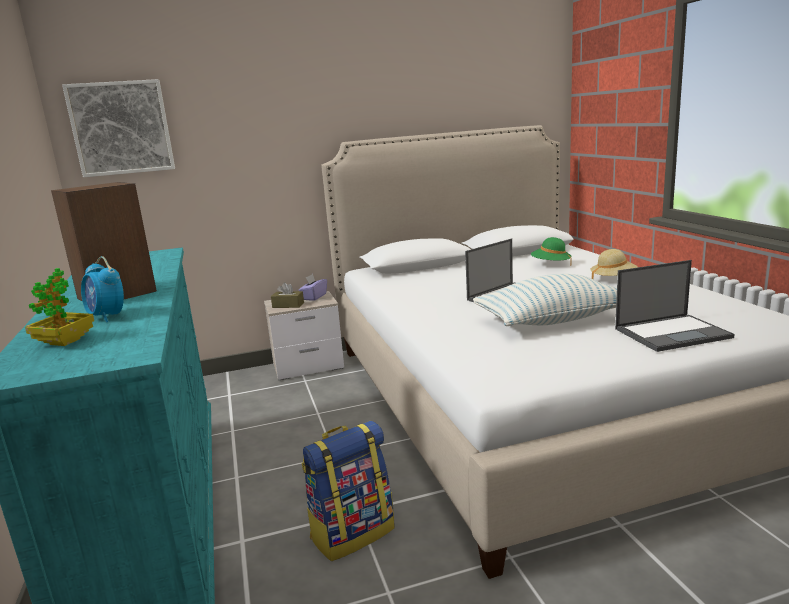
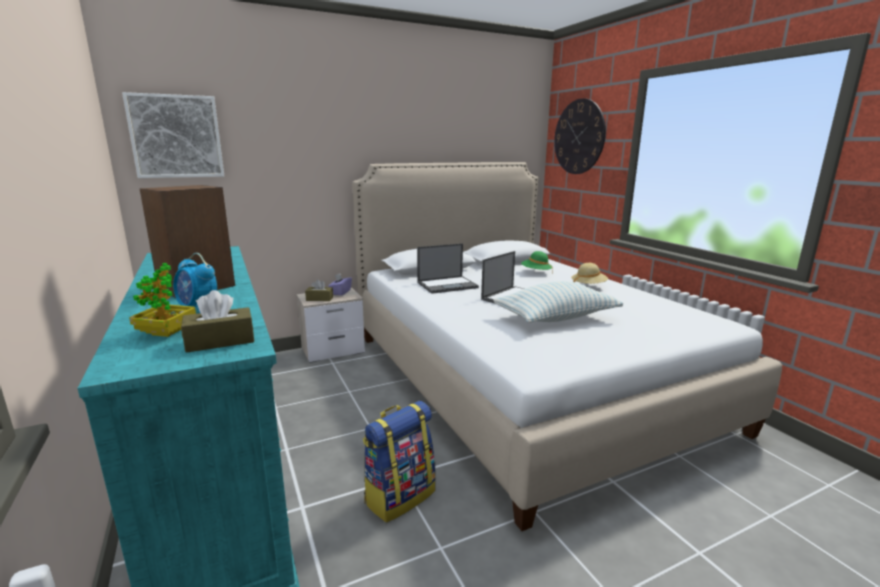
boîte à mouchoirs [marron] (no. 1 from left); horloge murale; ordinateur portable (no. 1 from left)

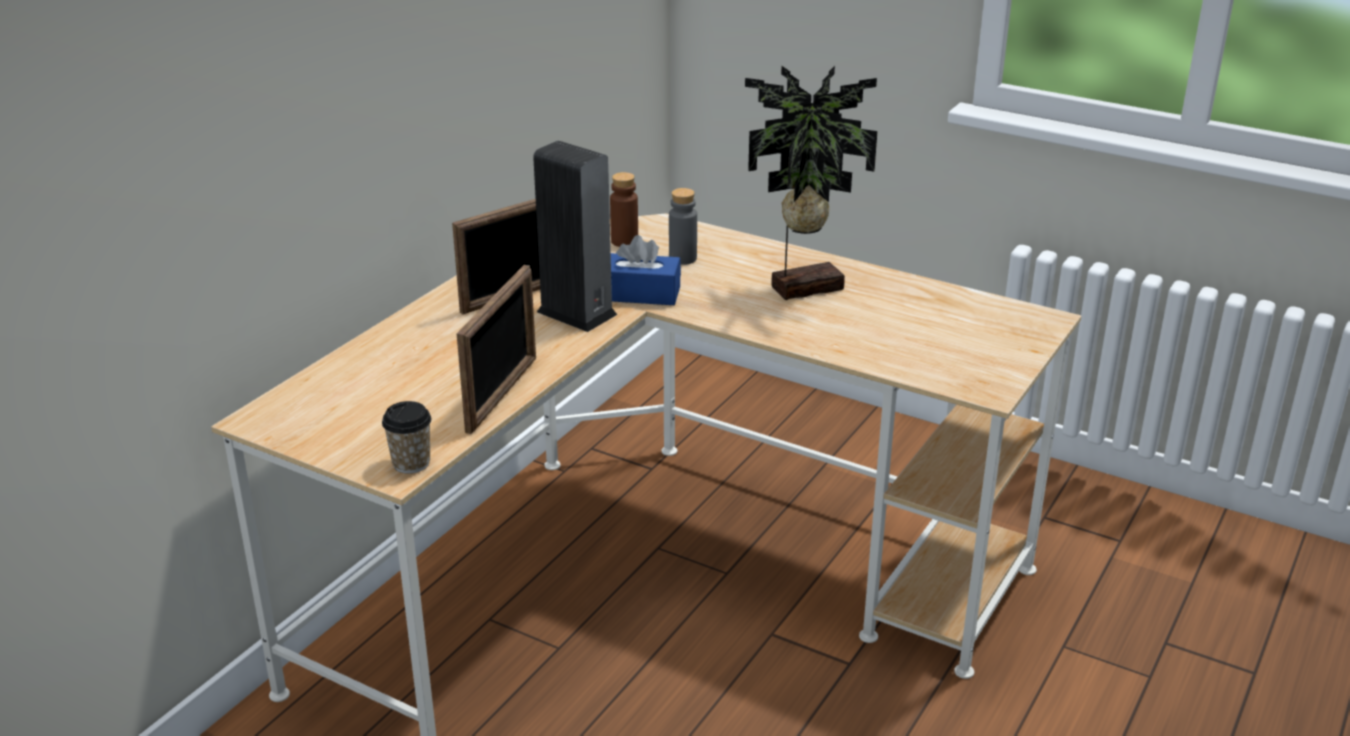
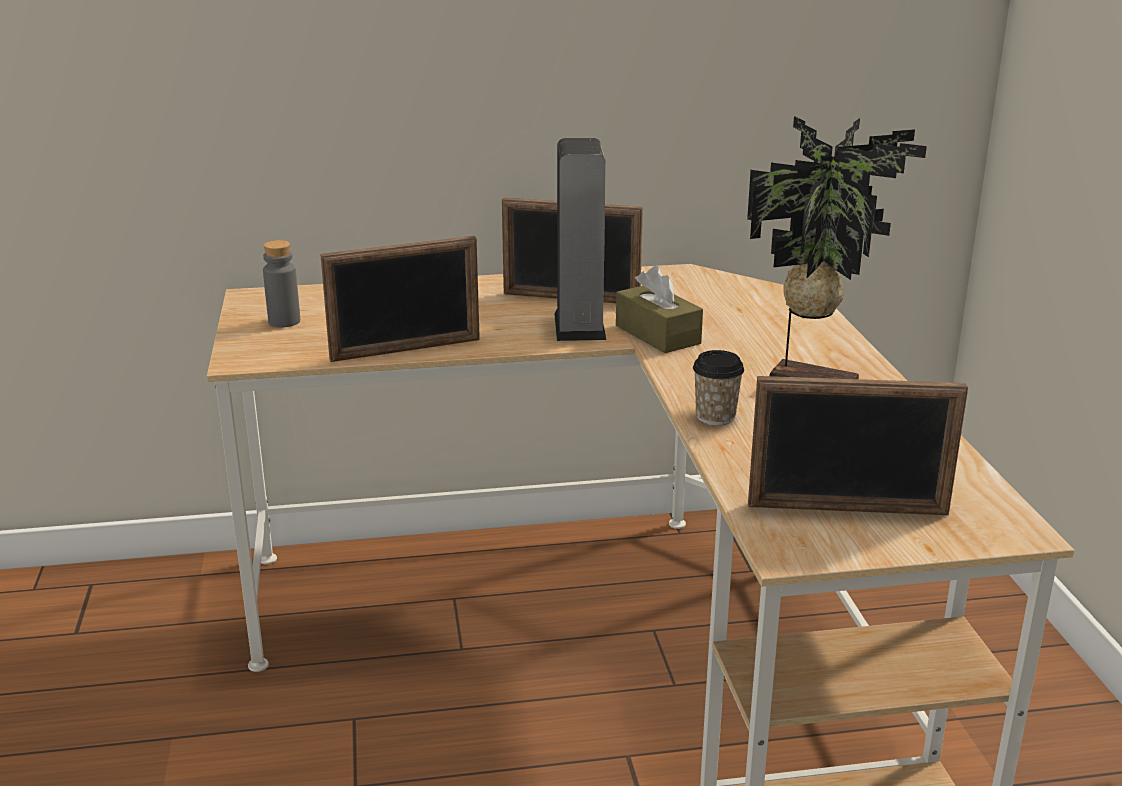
bouteille [marron]; cadre photo (no. 3 from left); tasse; bouteille [gris]; boîte à mouchoirs [marron]

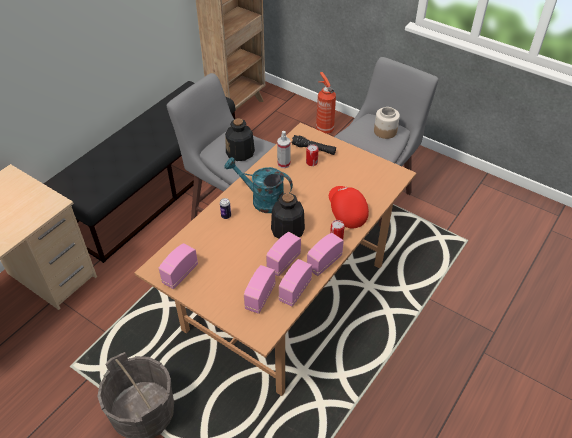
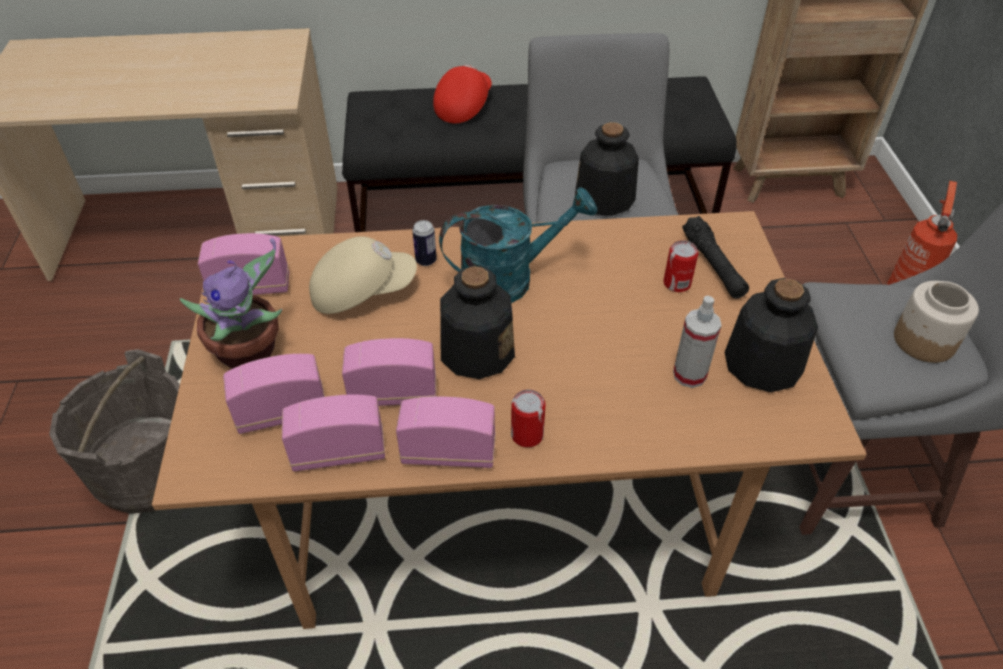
plante en pot; casquette [beige]; bouteille (no. 3 from left); vaporisateur; casquette [rouge]; arrosoir [turquoise]

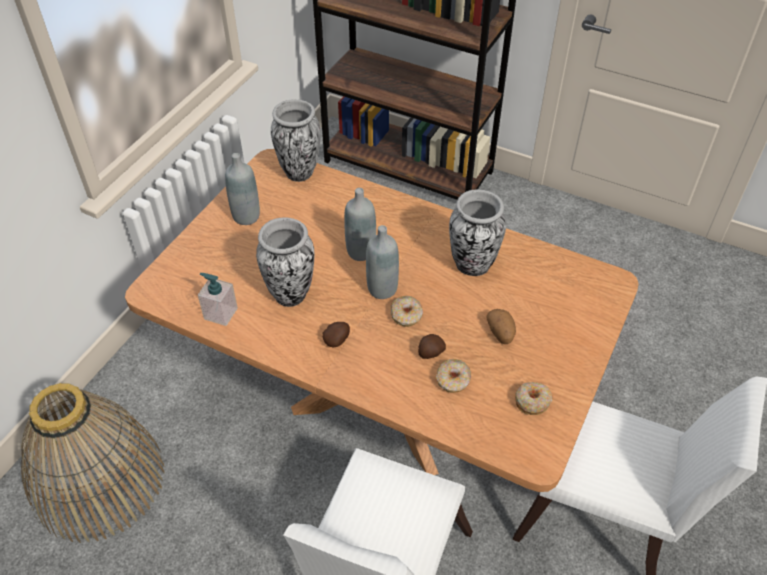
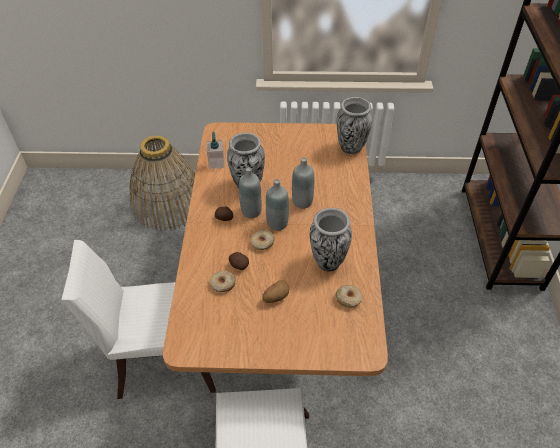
bouteille [gris] (no. 1 from left); beignet (no. 3 from left)

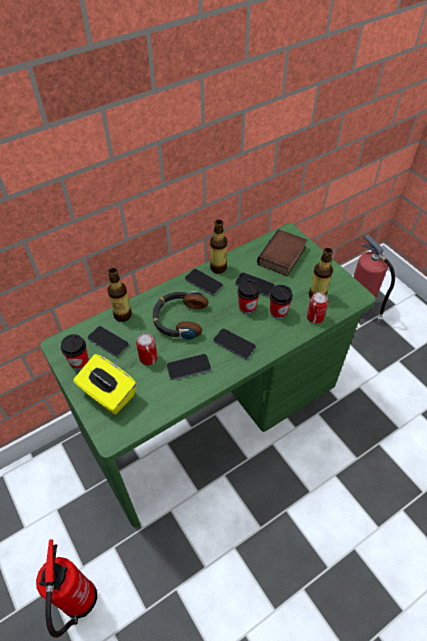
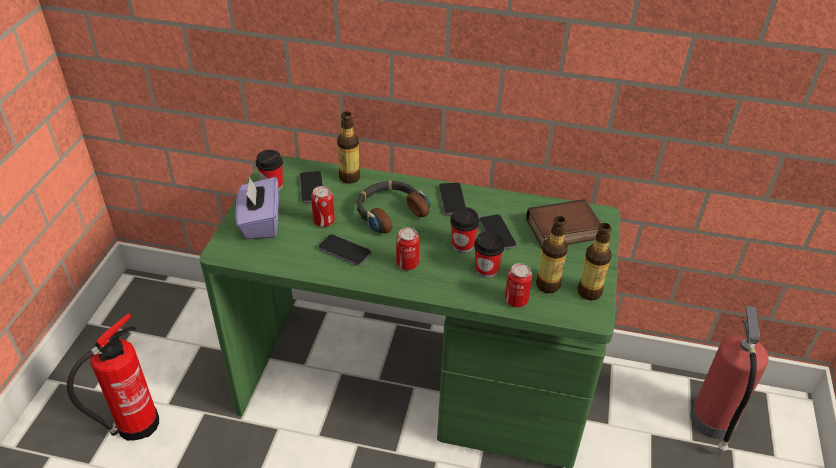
bouteille (no. 3 from left); boîte métallique (no. 2 from left); boîte à mouchoirs [violet]

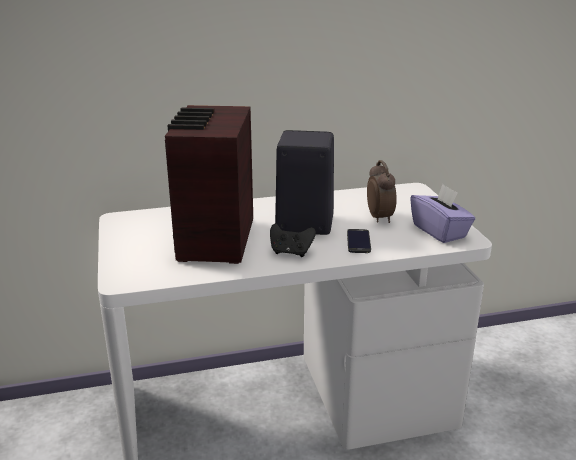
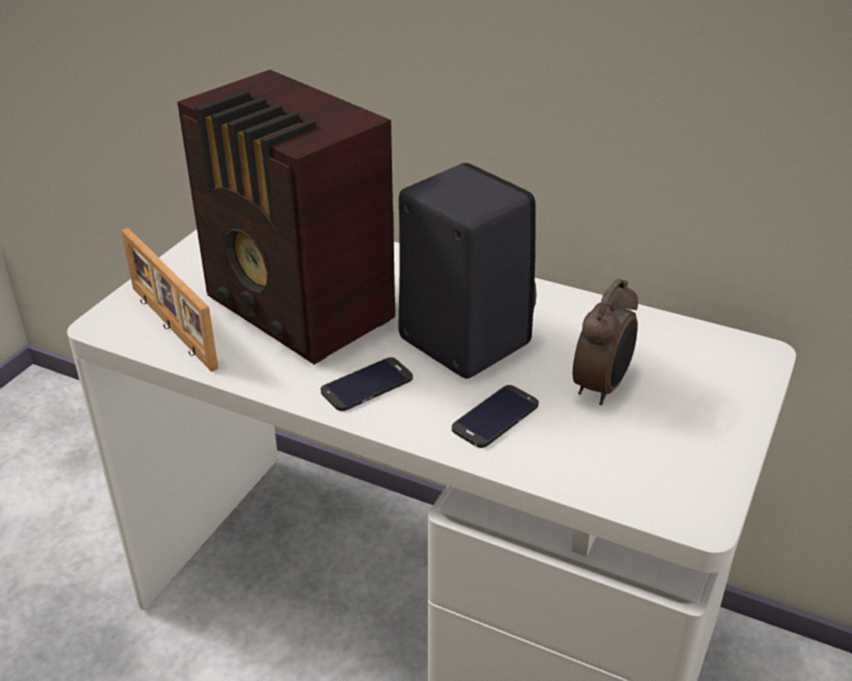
boîte à mouchoirs [violet]; cadre photo; téléphone (no. 1 from left); radio

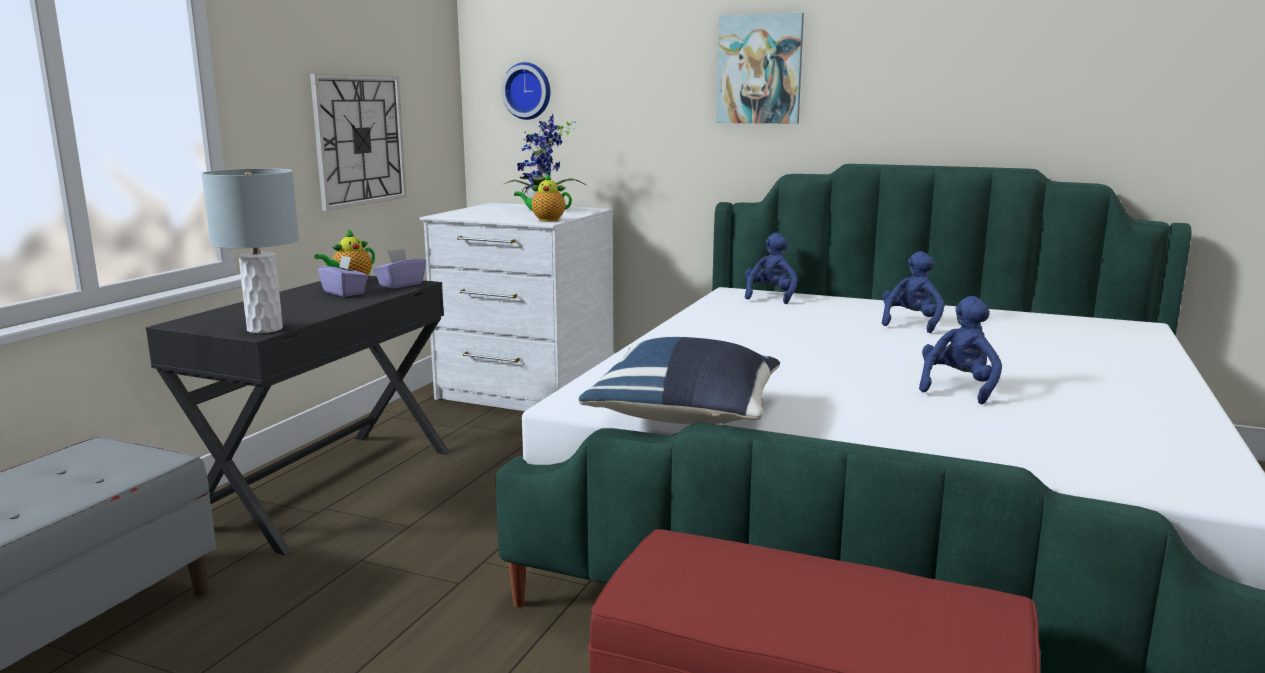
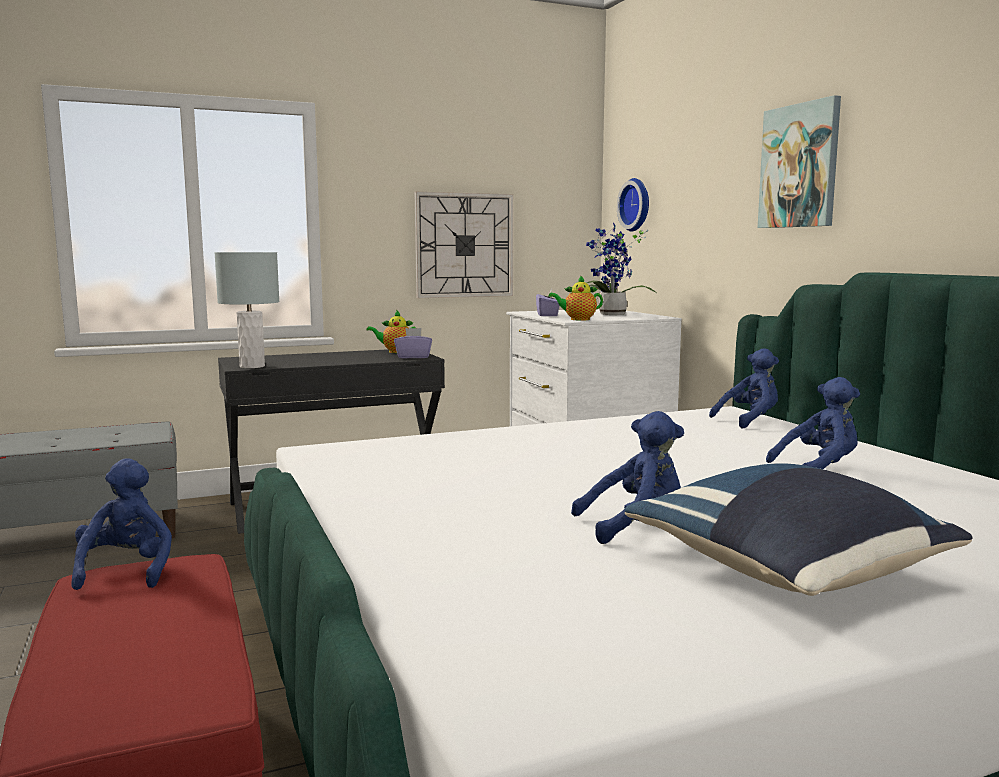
peluche [bleu] (no. 1 from left); boîte à mouchoirs [violet] (no. 2 from left); coussin [bleu]; théière (no. 2 from left)

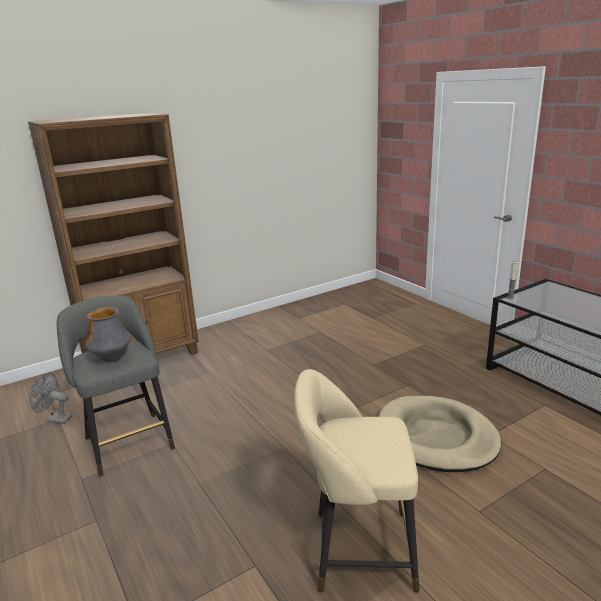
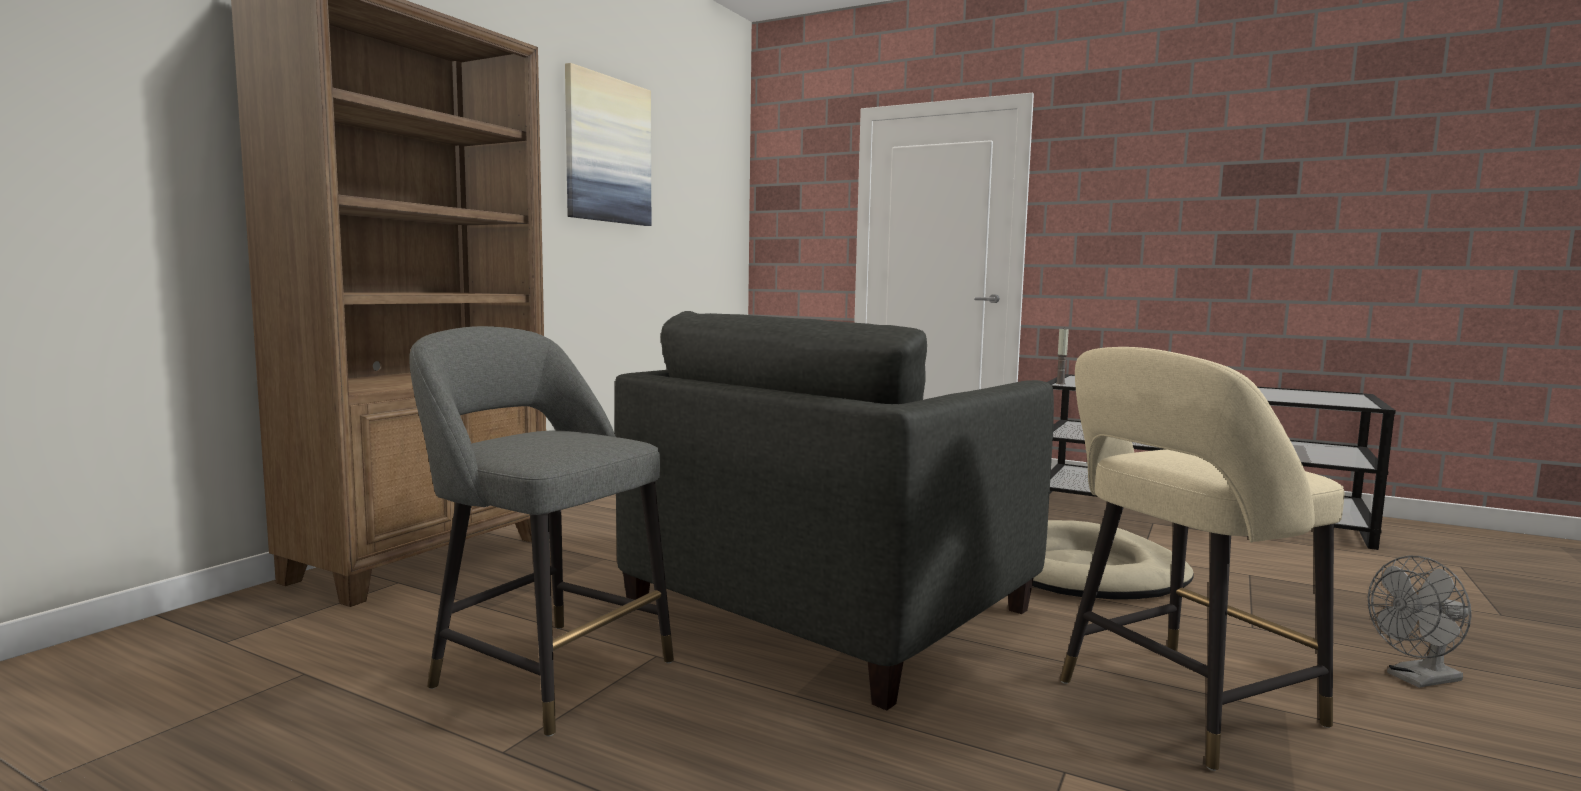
vase; tableau; fauteuil [gris]; ventilateur [gris]

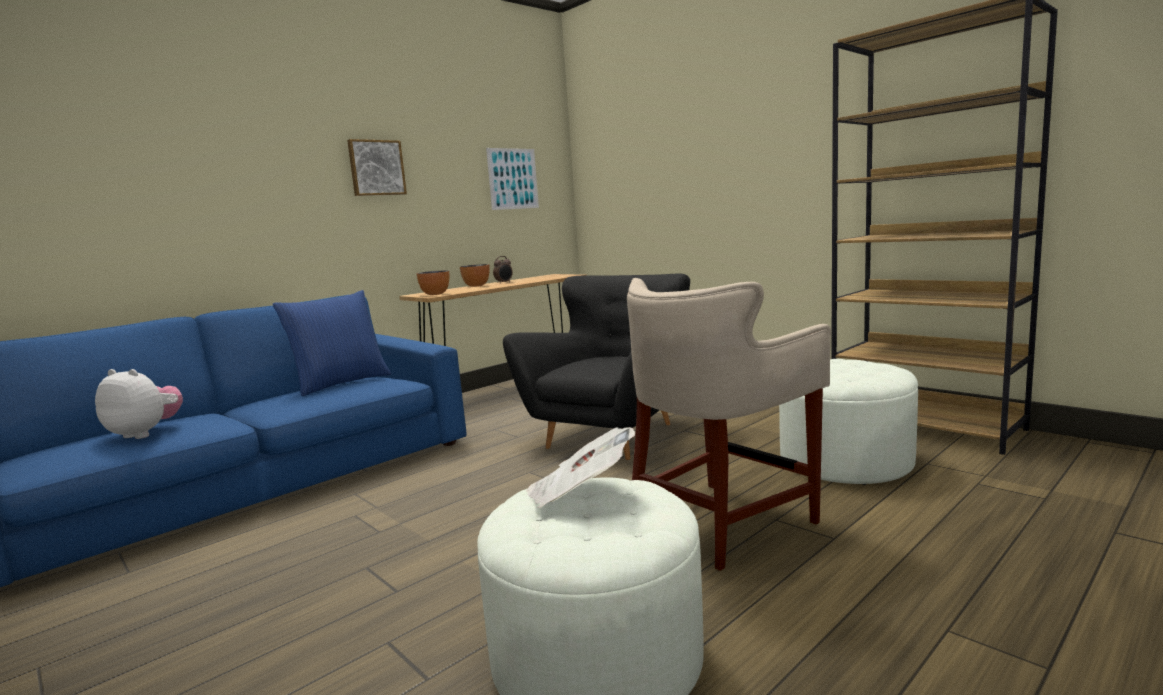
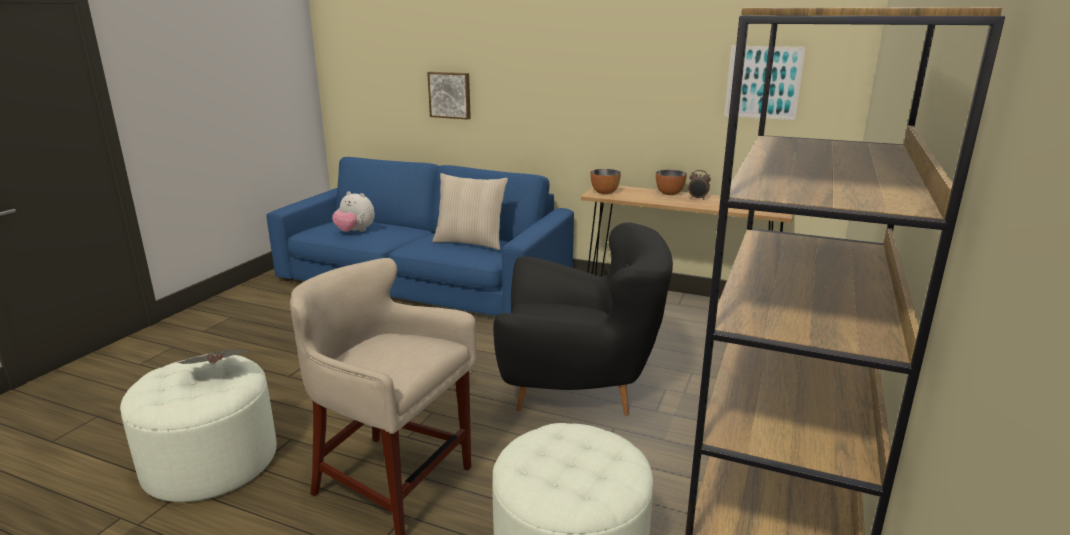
tableau (no. 1 from left); coussin [beige]; peluche

